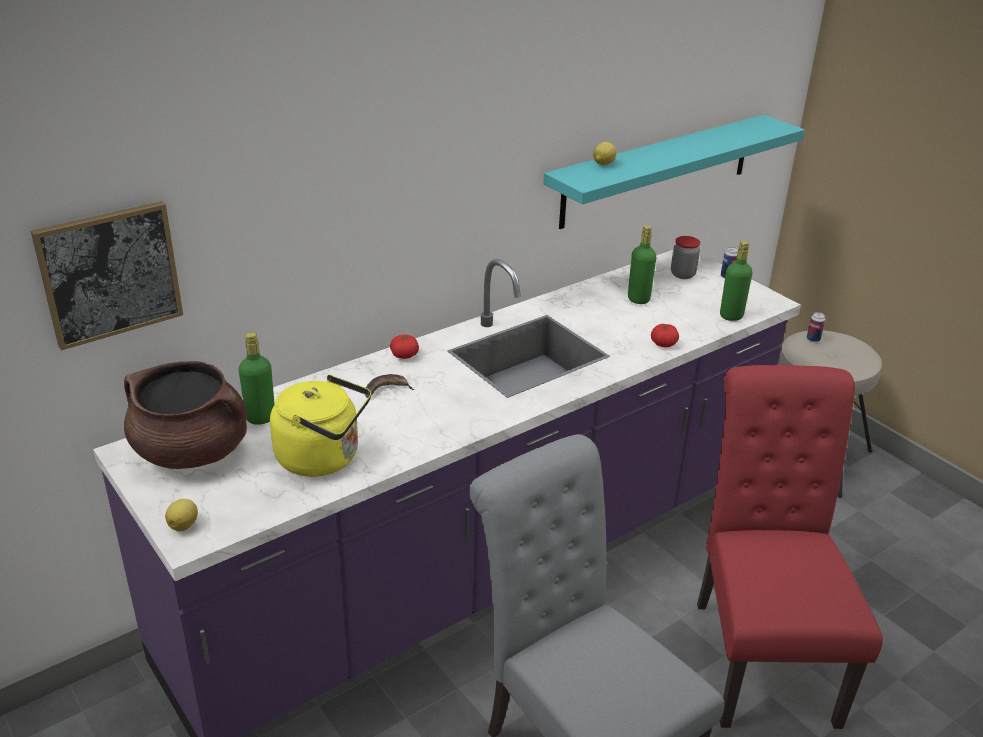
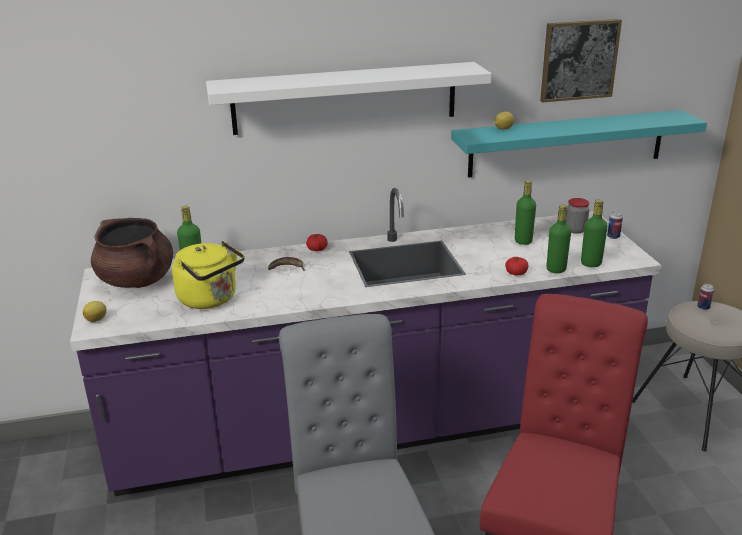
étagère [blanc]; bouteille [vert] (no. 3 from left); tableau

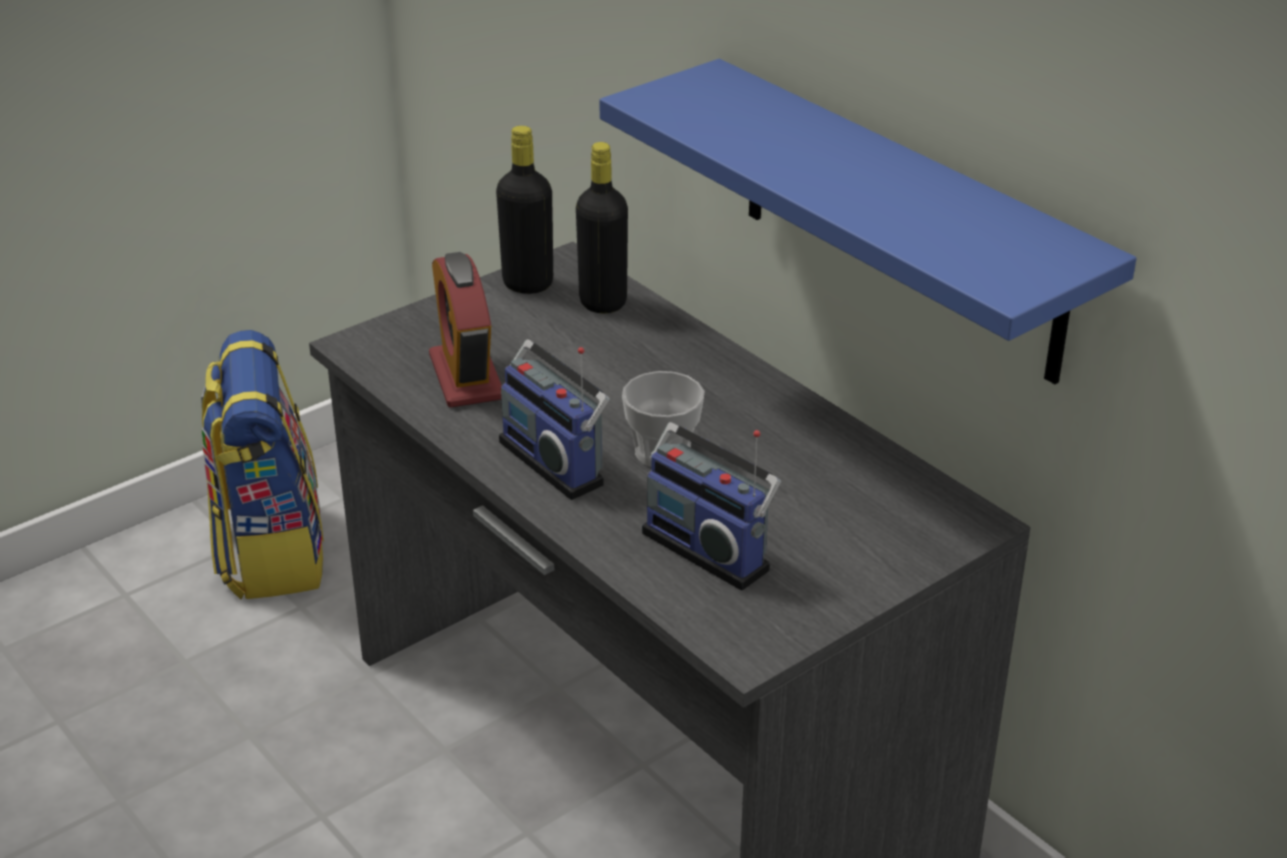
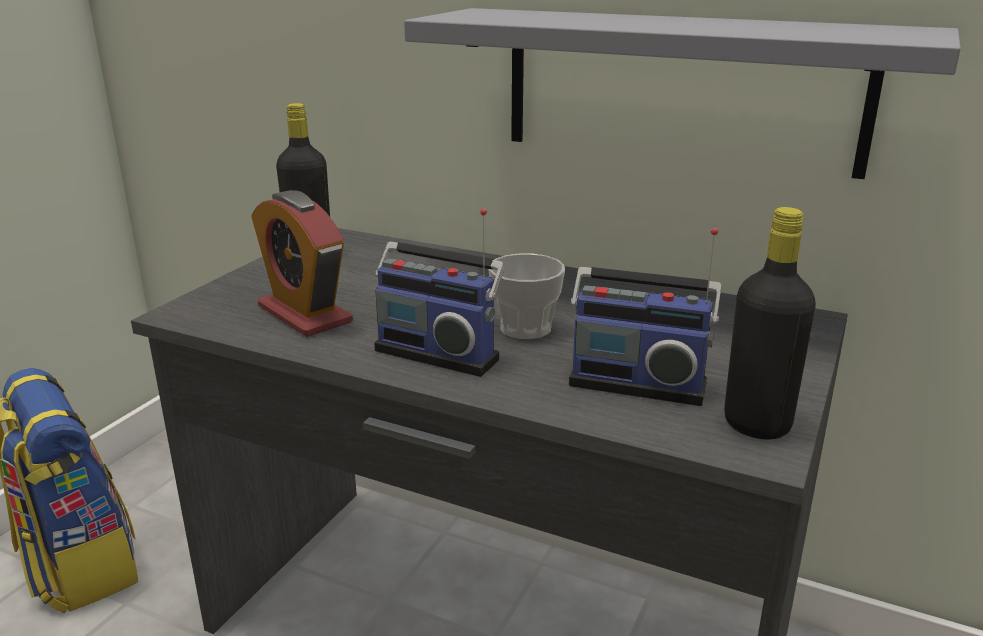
bouteille [noir] (no. 2 from left); étagère [gris]

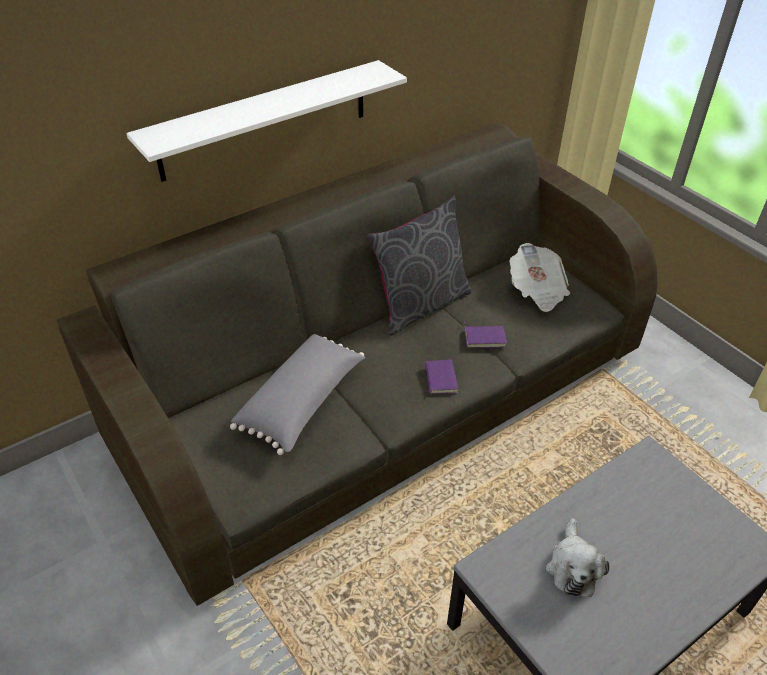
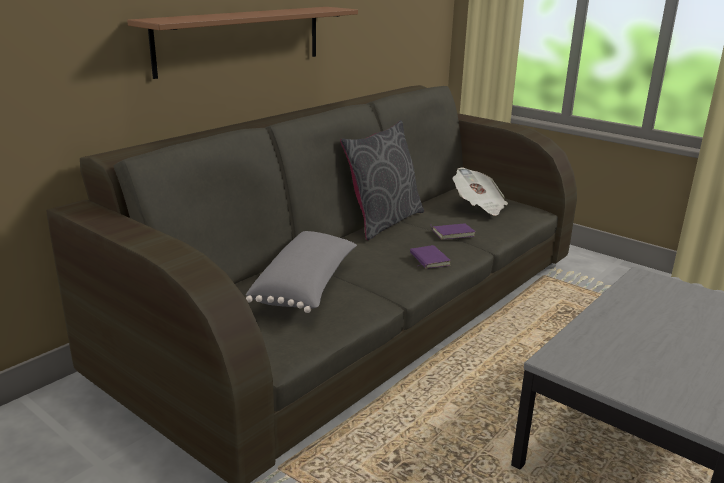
peluche; étagère [marron]

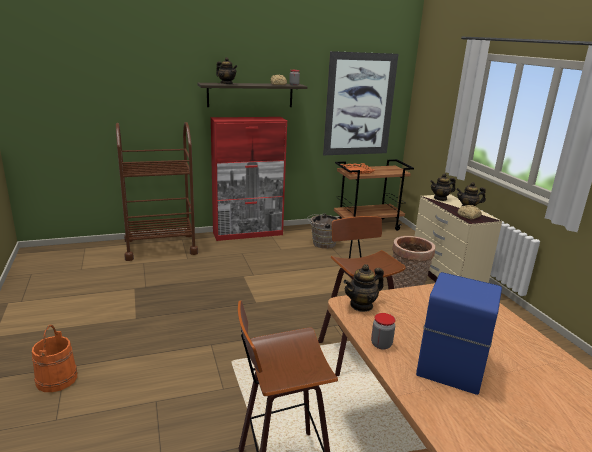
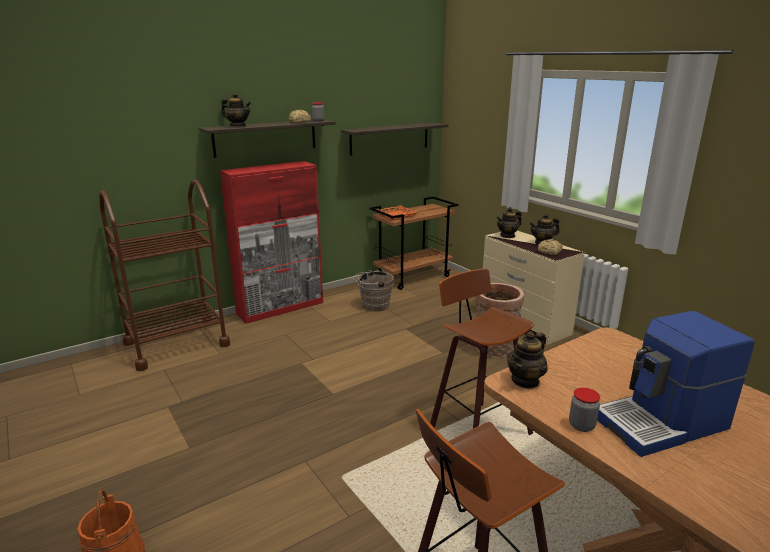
étagère (no. 2 from left); machine à café

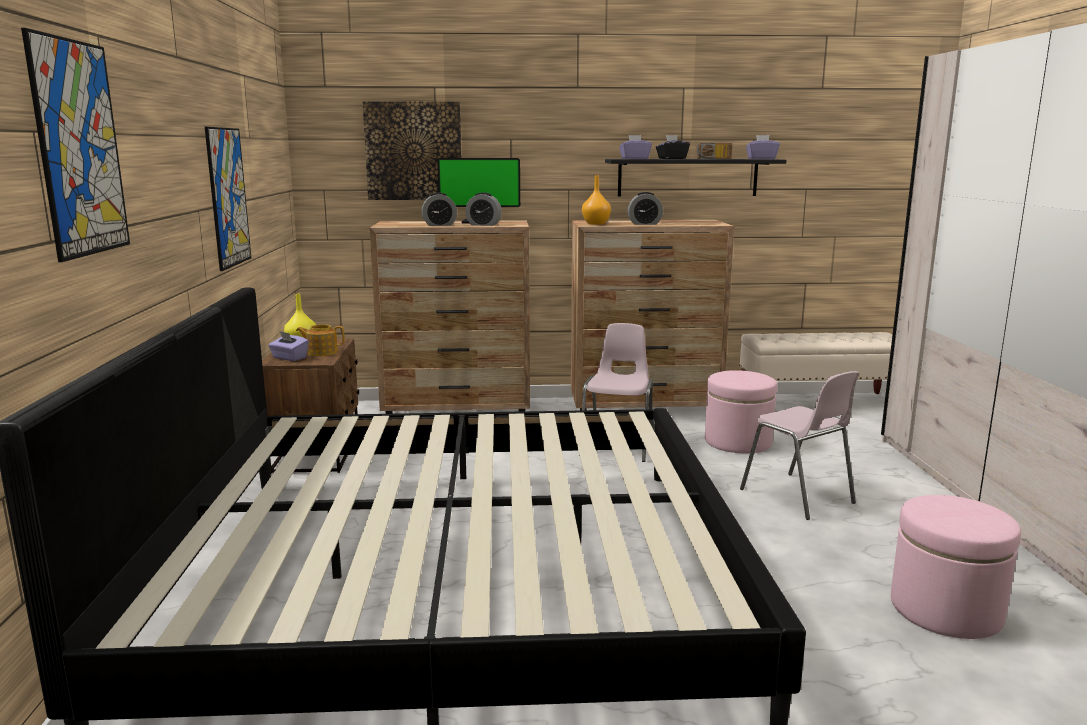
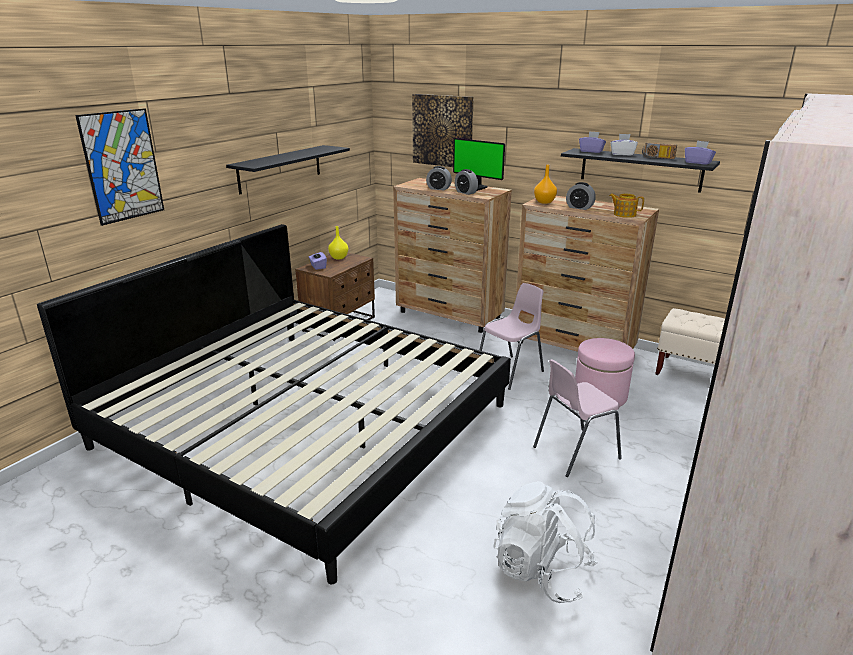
théière; étagère [noir] (no. 1 from left); sac à dos [blanc]; boîte à mouchoirs [blanc]; chaise [rose] (no. 2 from left)

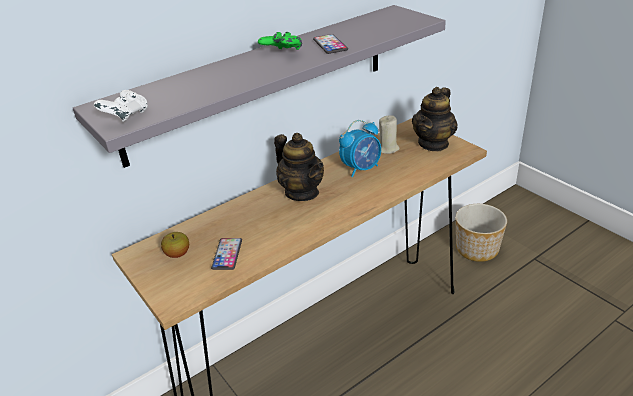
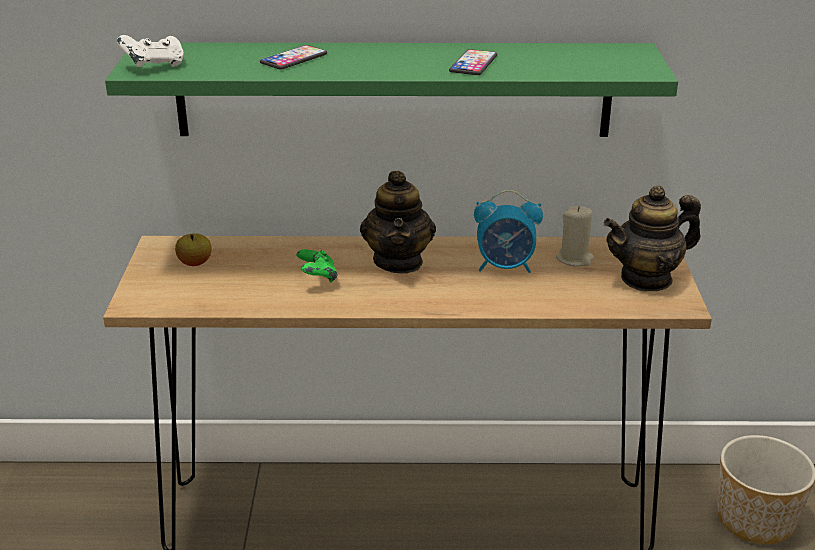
téléphone (no. 1 from left); manette [vert]; étagère [vert]

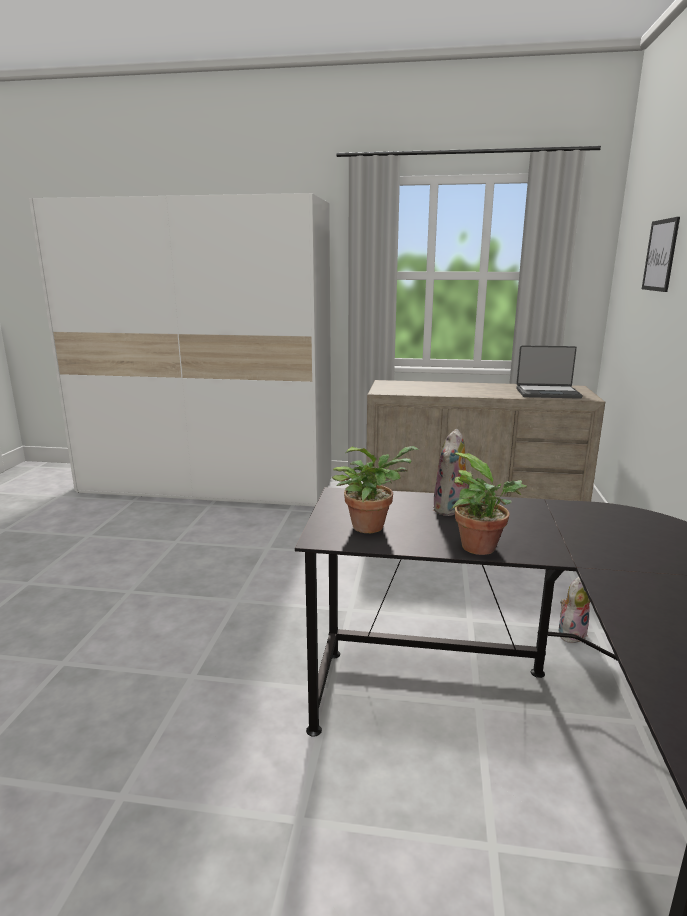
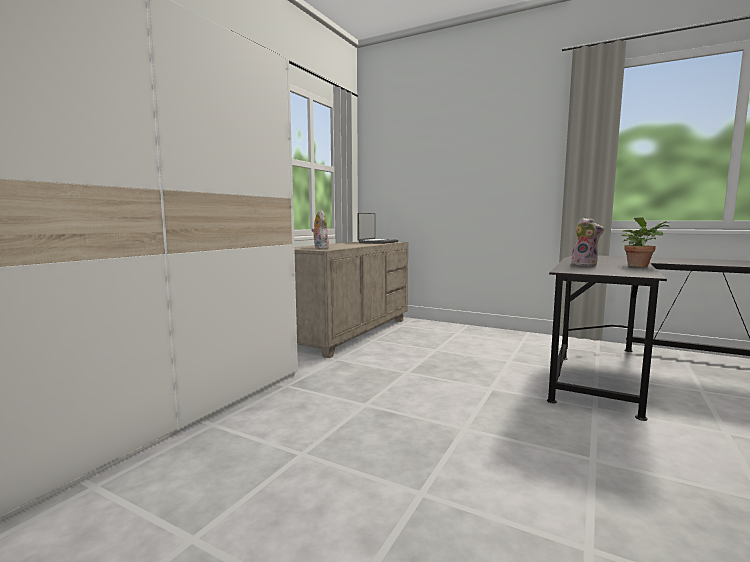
plante en pot (no. 1 from left in the first image); tableau; peluche (no. 1 from left)

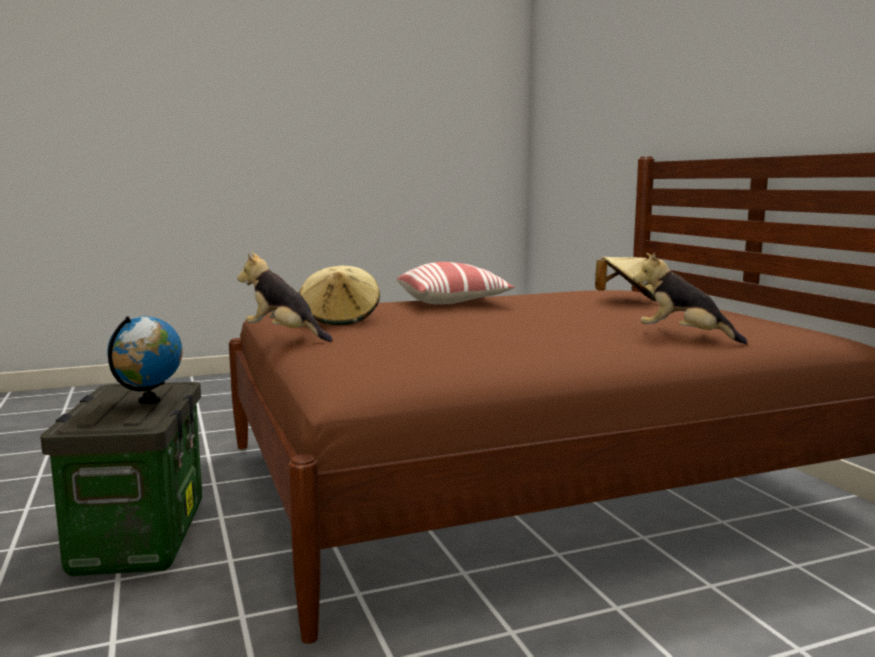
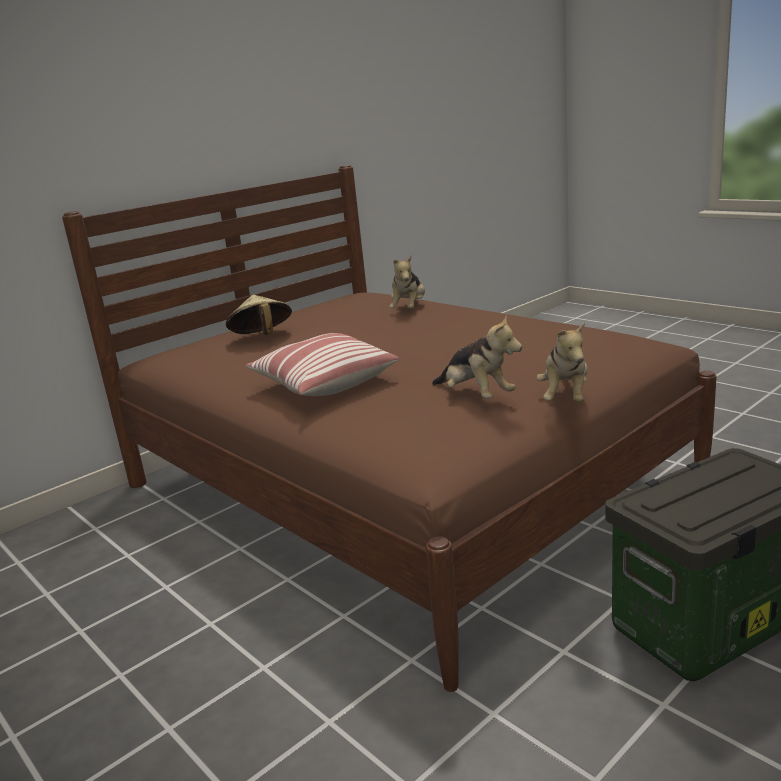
globe; peluche (no. 2 from left)

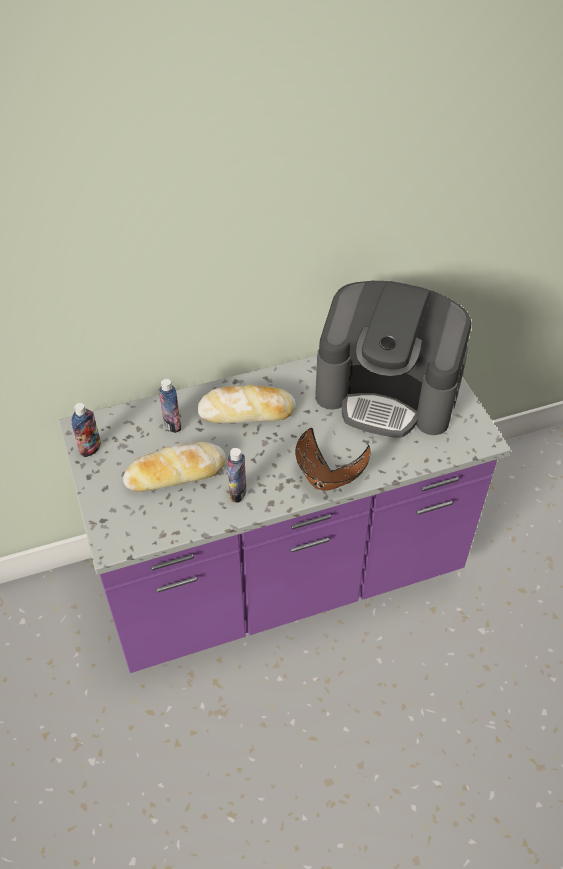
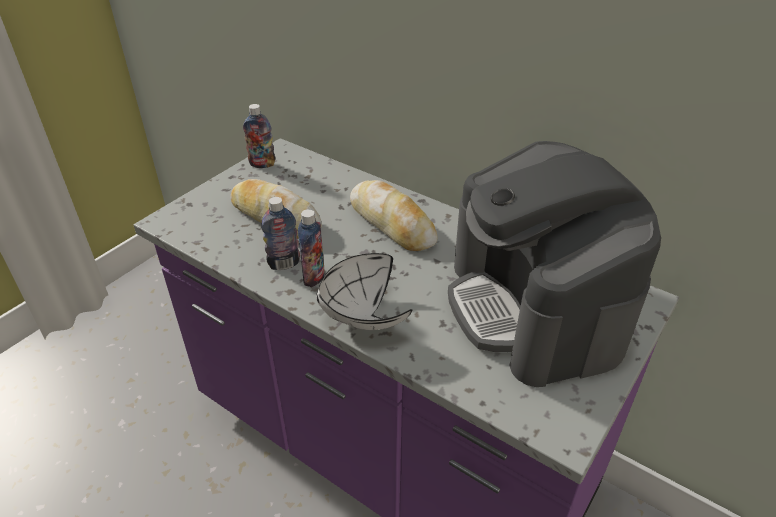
bouteille (no. 3 from left); bol [blanc]

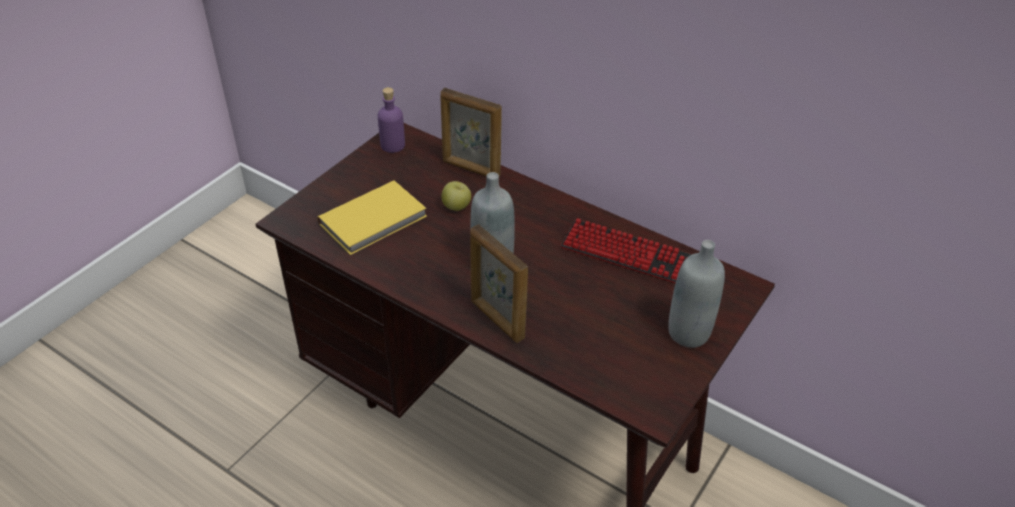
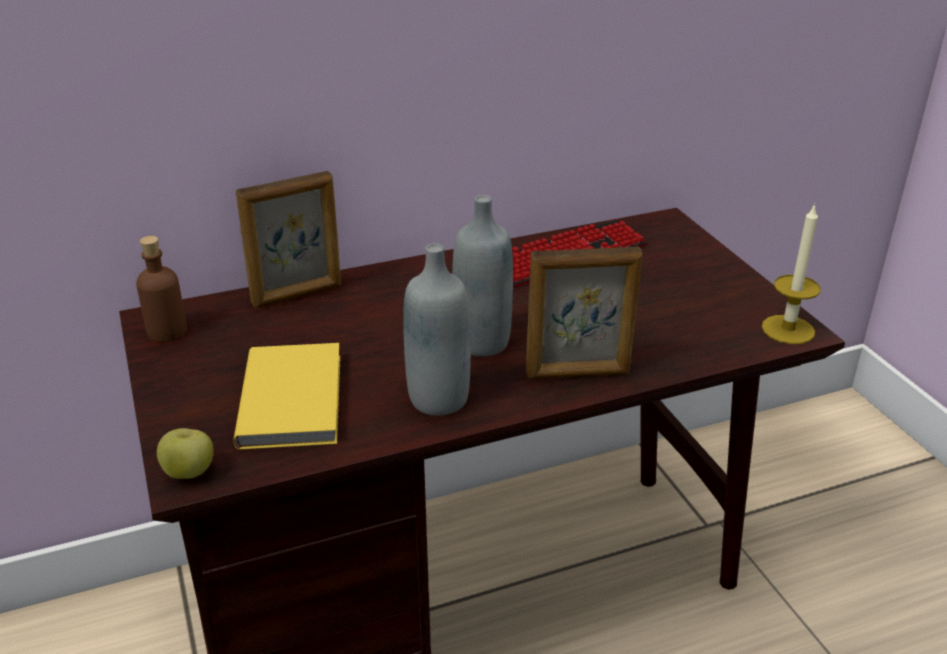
bougie; pomme; bouteille [gris] (no. 1 from left); bouteille [marron]

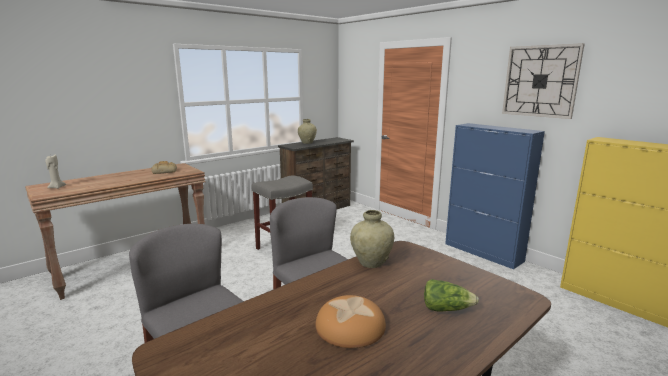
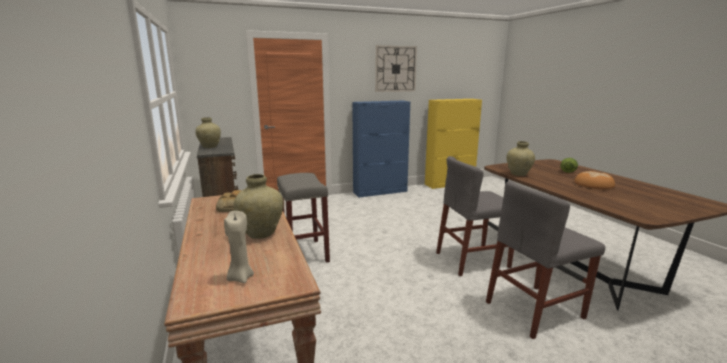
vase [beige] (no. 2 from left)

